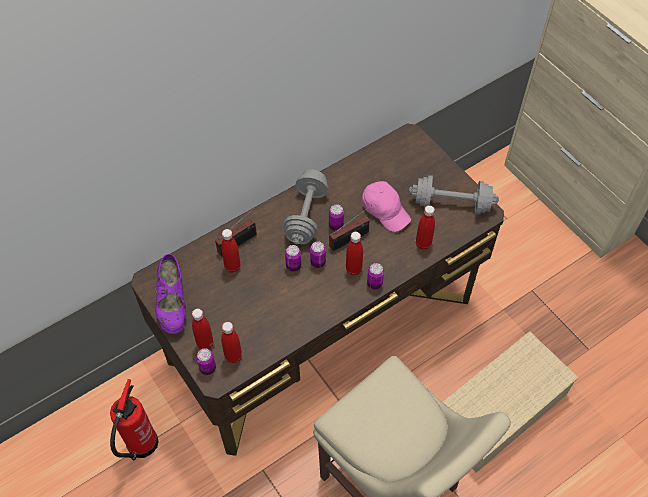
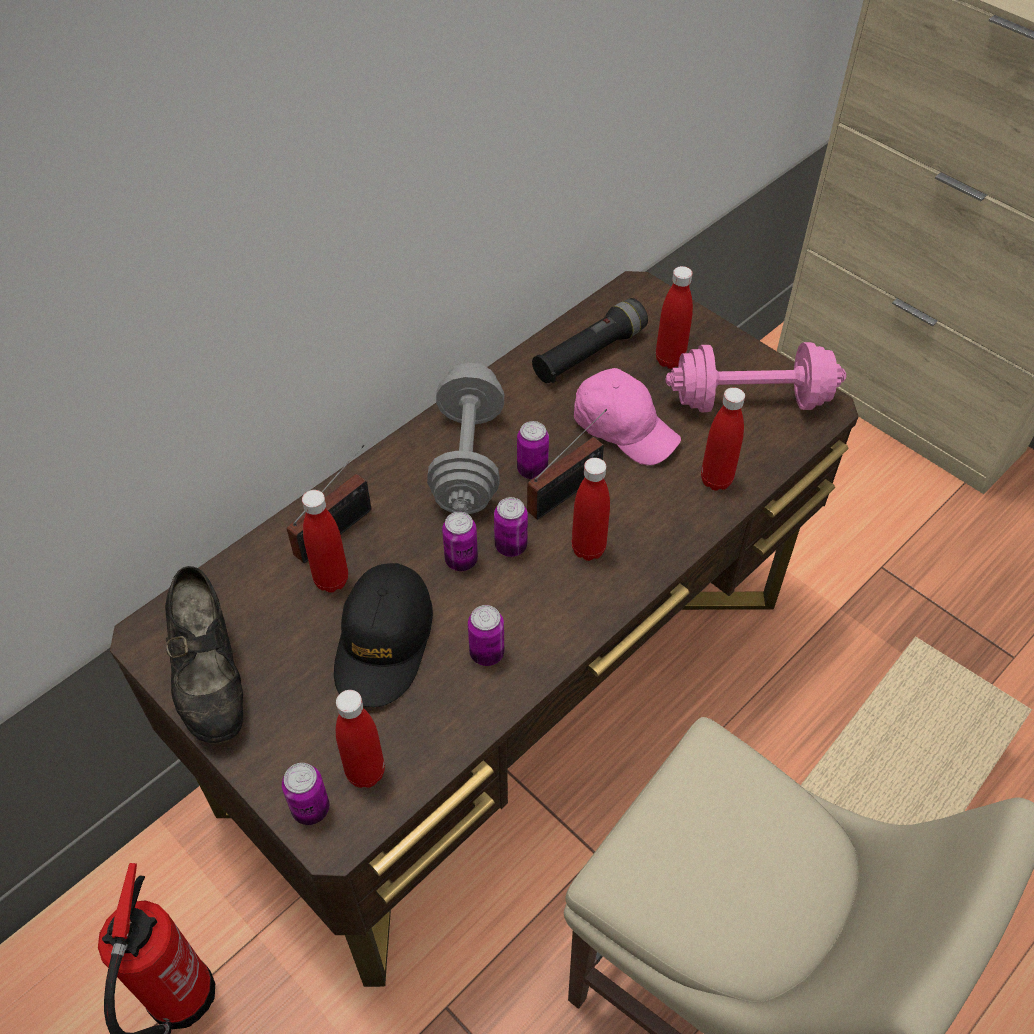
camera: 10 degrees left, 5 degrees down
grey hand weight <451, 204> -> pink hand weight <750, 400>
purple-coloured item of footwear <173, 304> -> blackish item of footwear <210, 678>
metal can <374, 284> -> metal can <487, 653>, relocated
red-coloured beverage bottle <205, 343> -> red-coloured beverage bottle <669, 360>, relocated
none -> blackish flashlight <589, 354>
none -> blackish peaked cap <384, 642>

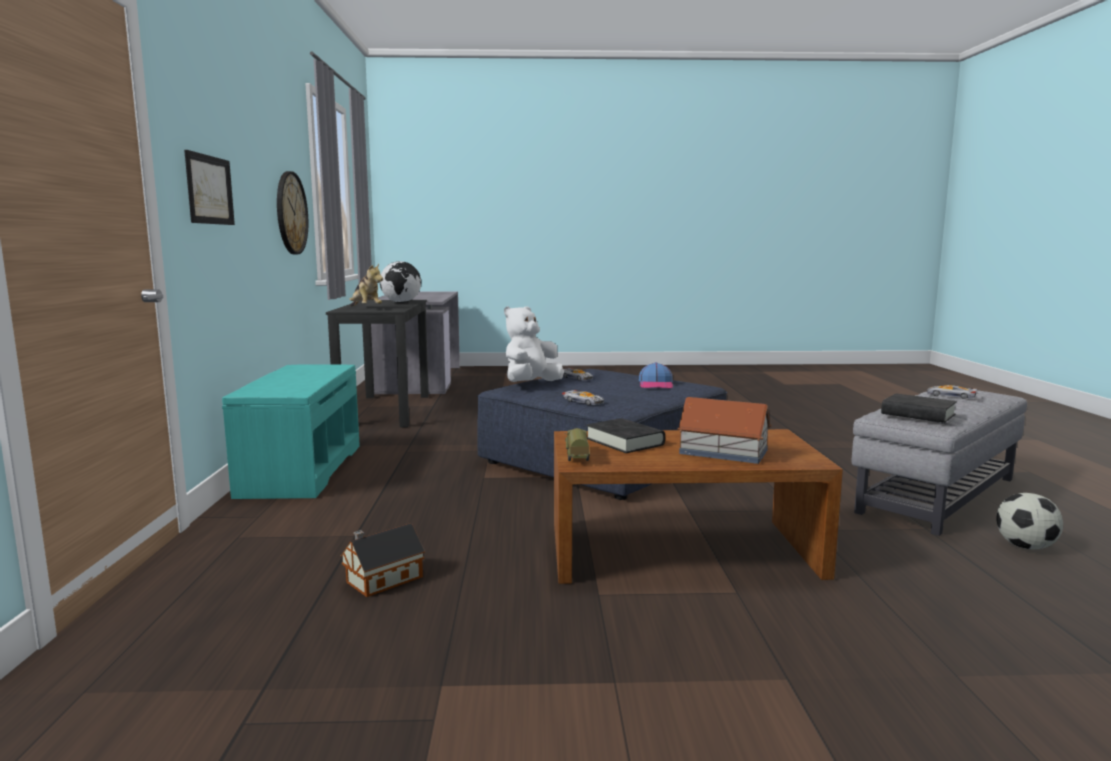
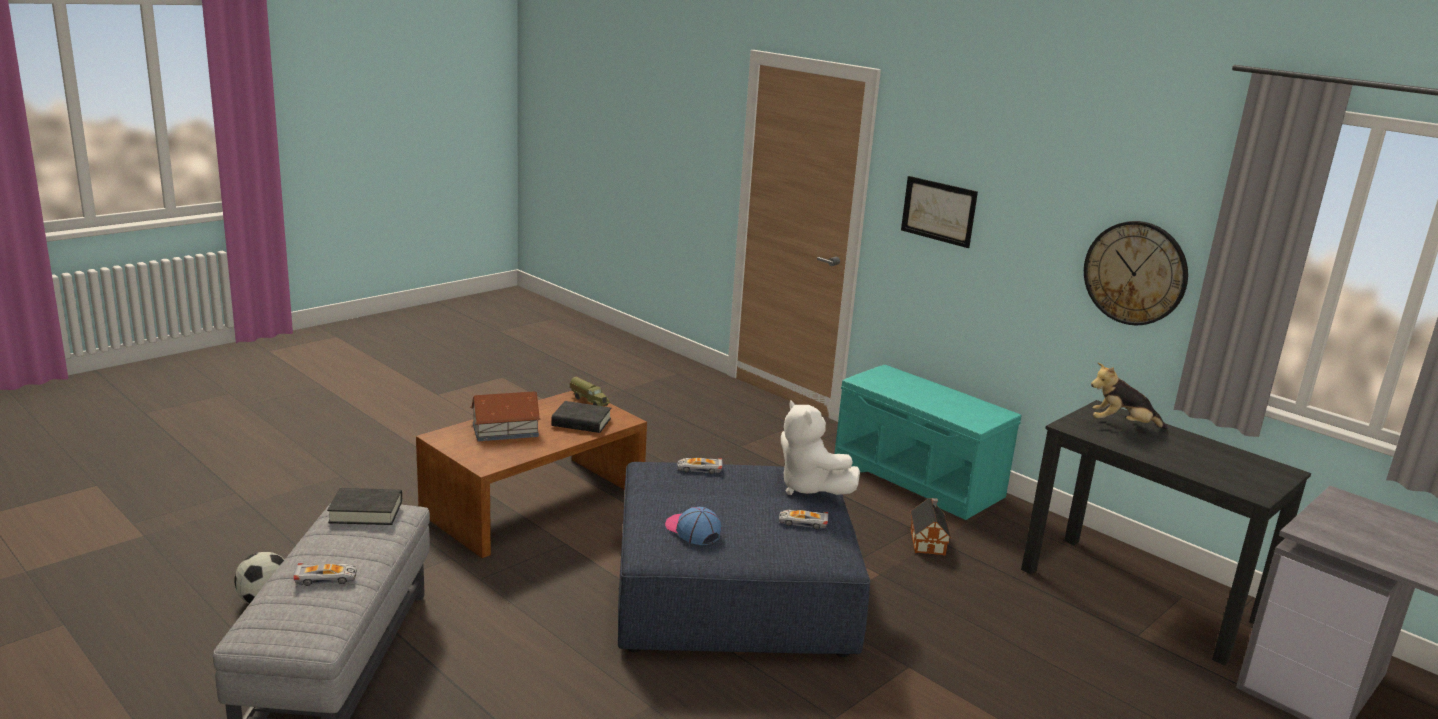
camera: 135 degrees right, 10 degrees up
world globe <401, 302> -> none
white soft toy <531, 384> -> white soft toy <809, 488>, 150 degrees clockwise
miniature house <381, 580> -> miniature house <928, 541>, relocated

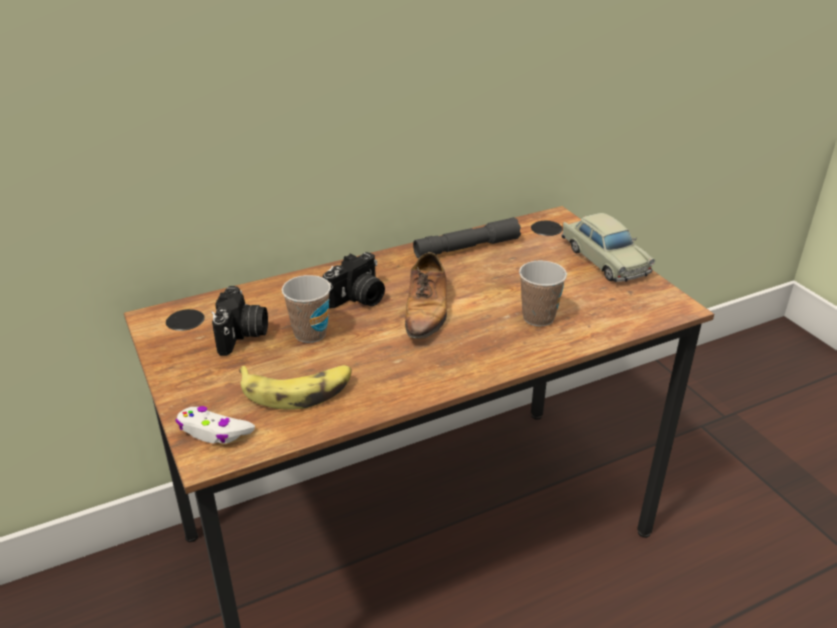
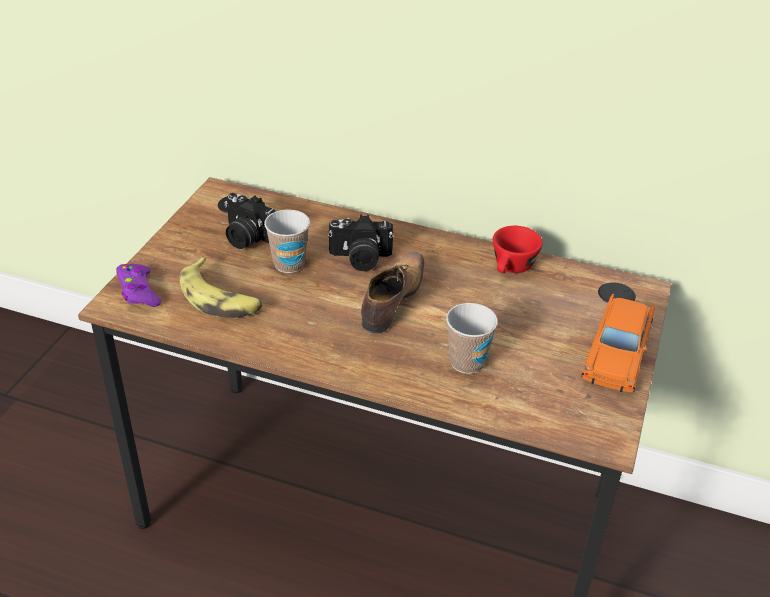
camera: 45 degrees right, 5 degrees up
sand-coloured miniature car <604, 259> -> orange miniature car <617, 353>
grey flashlight <466, 248> -> red-coloured cup <511, 269>
item of footwear <426, 311> -> item of footwear <392, 300>, 150 degrees clockwise
photo camera <242, 335> -> photo camera <247, 238>, 75 degrees clockwise
white joypad <214, 432> -> purple-coloured joypad <138, 291>

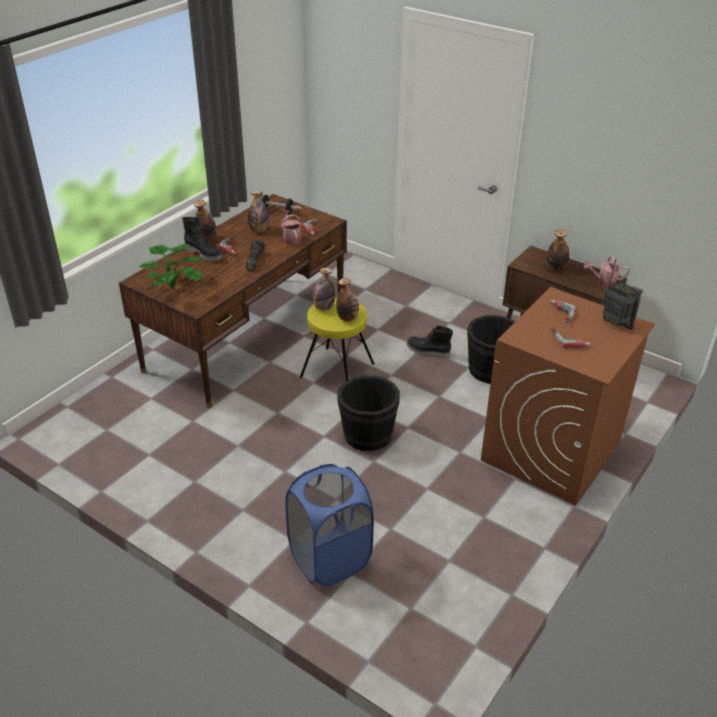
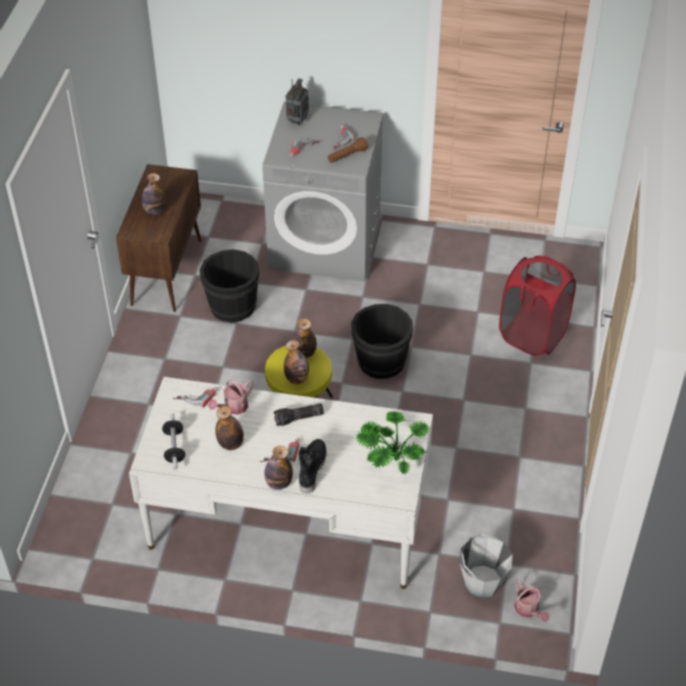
camera: 115 degrees left, 10 degrees up
brownish desk table <246, 337> -> white desk table <287, 522>
watering pot <604, 282> -> watering pot <528, 610>, relocated
brownish washing machine <551, 452> -> grey washing machine <326, 243>
blackish high-top boot <427, 352> -> none
bluish hamper <330, 559> -> red-coloured hamper <532, 335>
none -> brownish flashlight <347, 156>
none -> grey pail <482, 581>

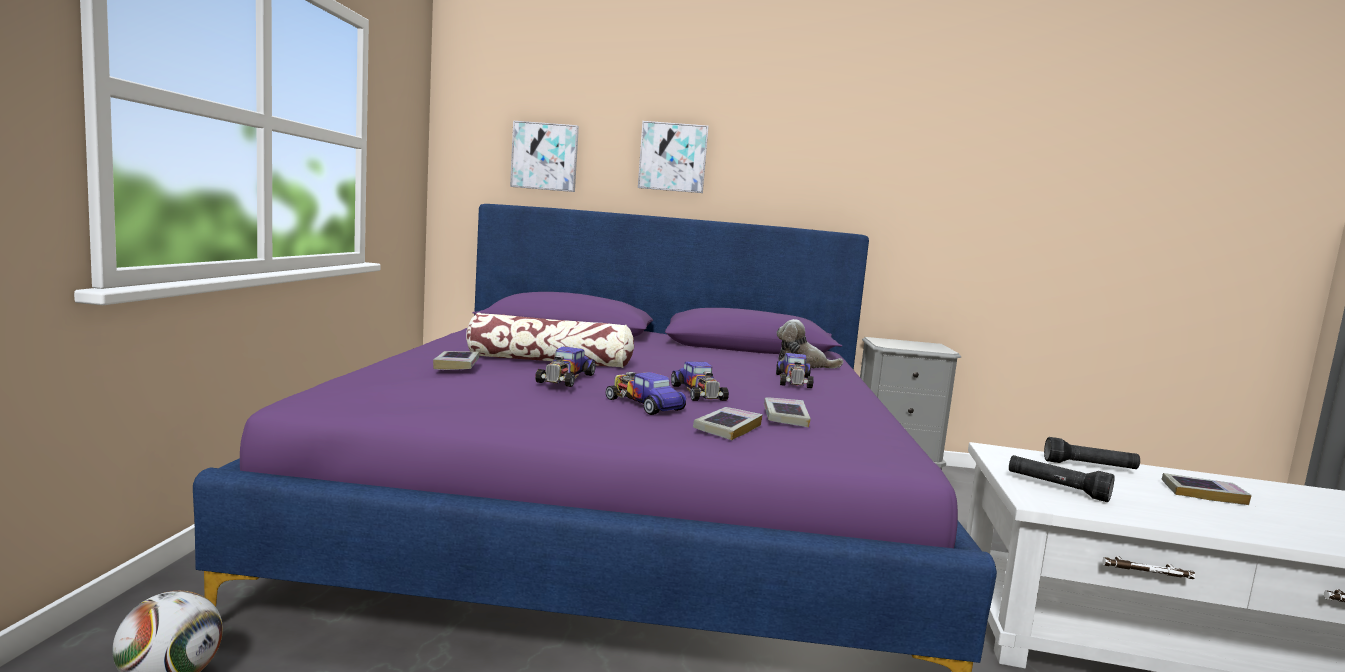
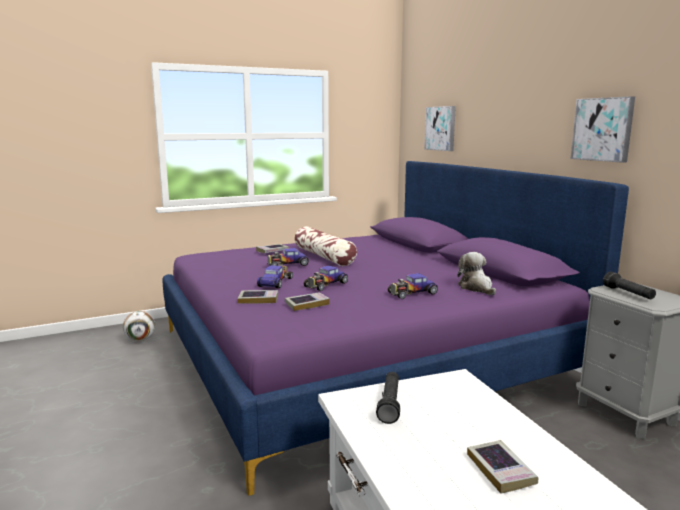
camera: 60 degrees right, 5 degrees up
wall picture <673, 157> -> wall picture <603, 129>, relocated
blackish flashlight <1089, 467> -> blackish flashlight <628, 294>, relocated

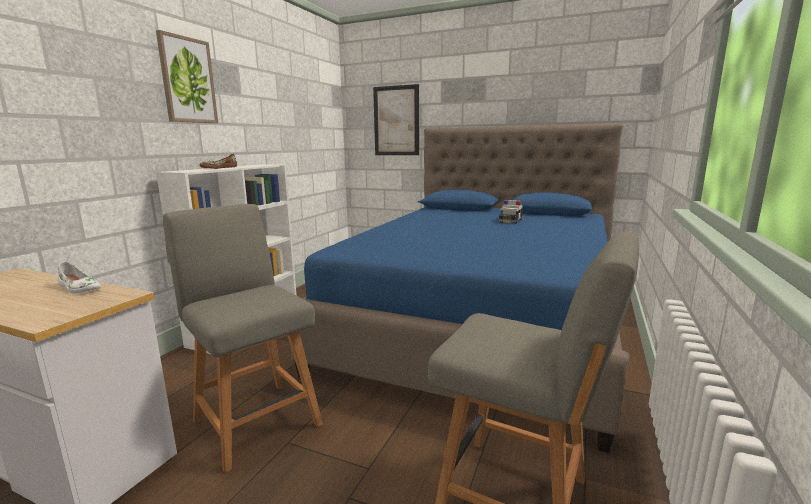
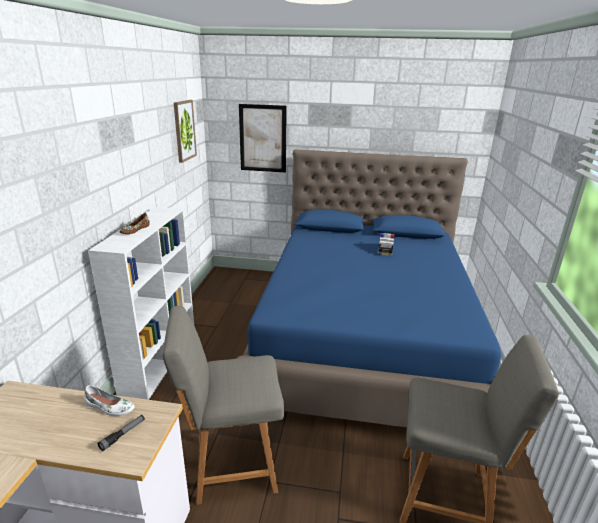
camera: 15 degrees left, 10 degrees up
wall picture <187, 80> -> wall picture <184, 130>, relocated
grey chair <255, 420> -> grey chair <231, 465>, 45 degrees counterclockwise
none -> flashlight <123, 435>

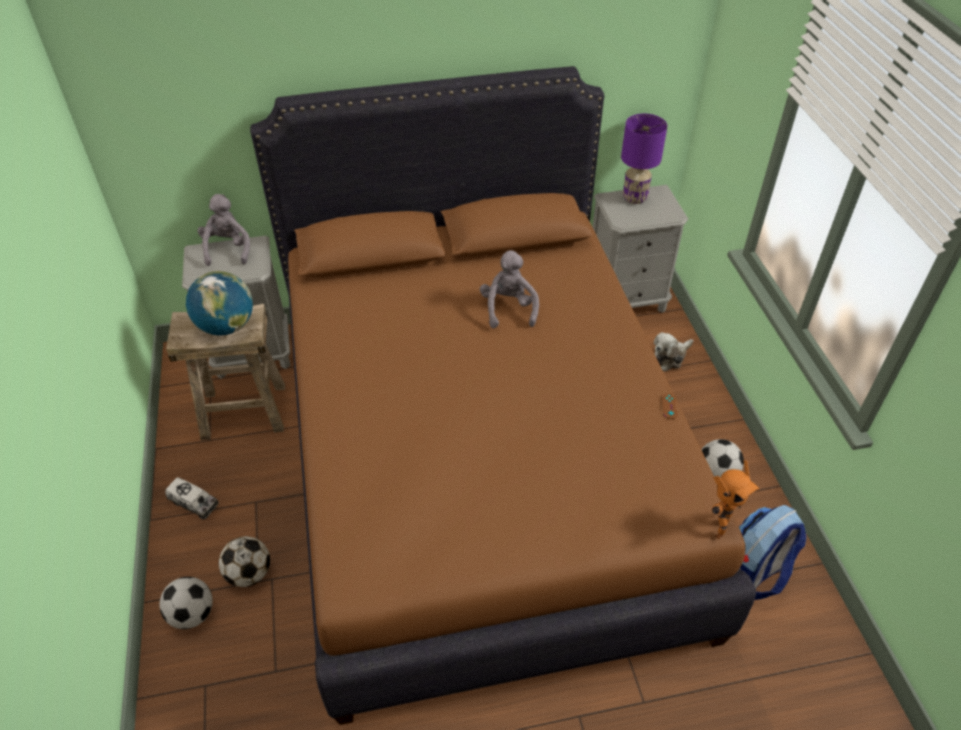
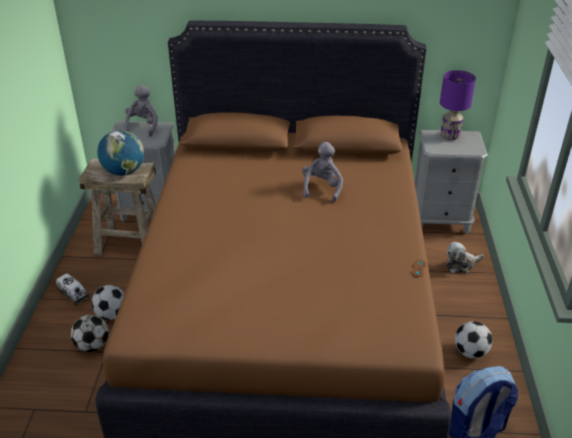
camera: 15 degrees right, 10 degrees down
robot figure <717, 527> -> none
football ball <193, 614> -> football ball <111, 315>, relocated

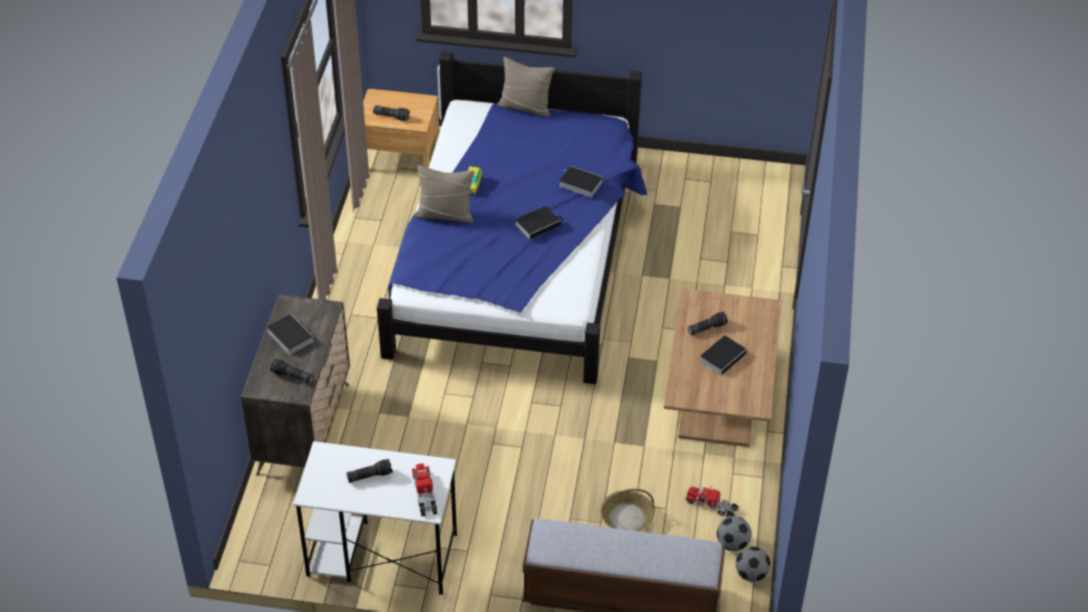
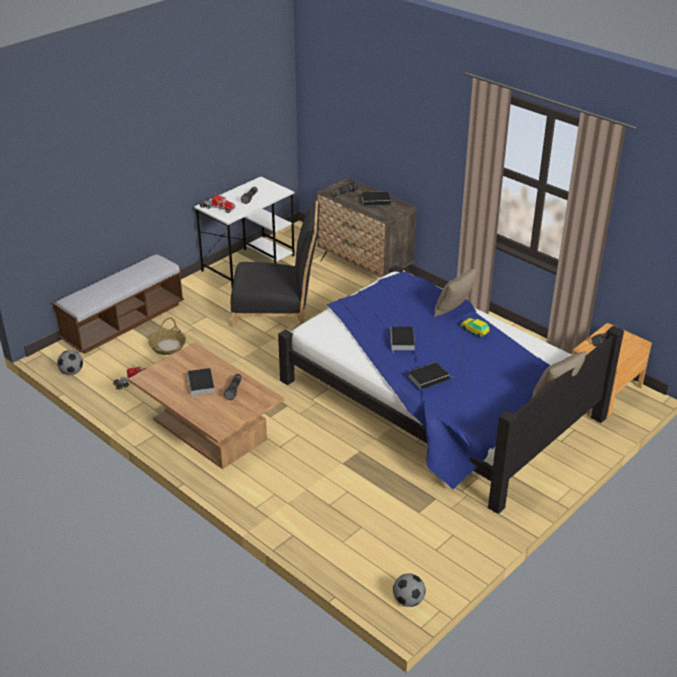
camera: 125 degrees right, 10 degrees down
football ball <732, 544> -> football ball <408, 600>, relocated
none -> blackish chair <277, 310>

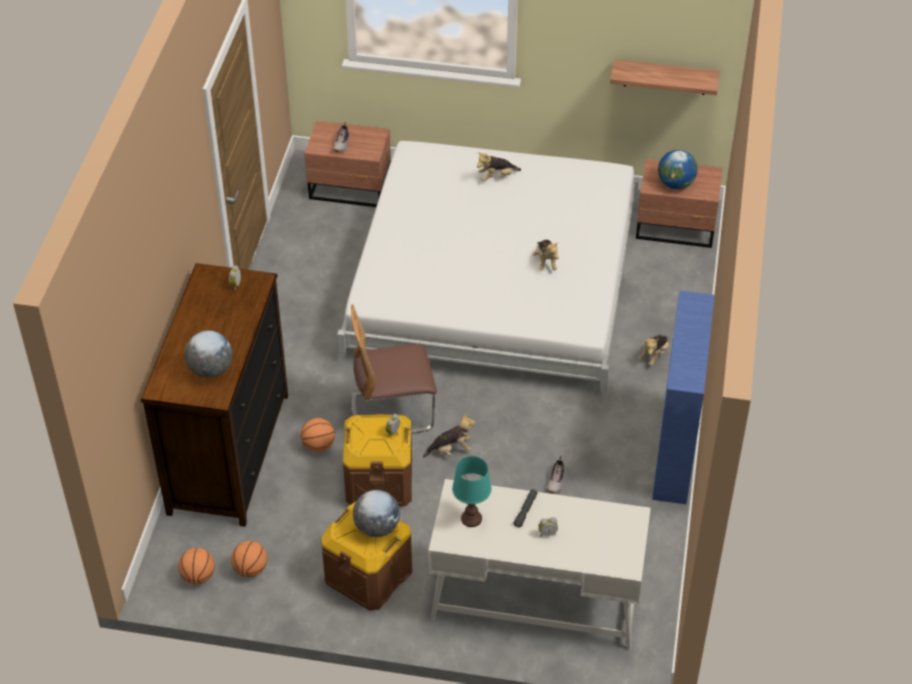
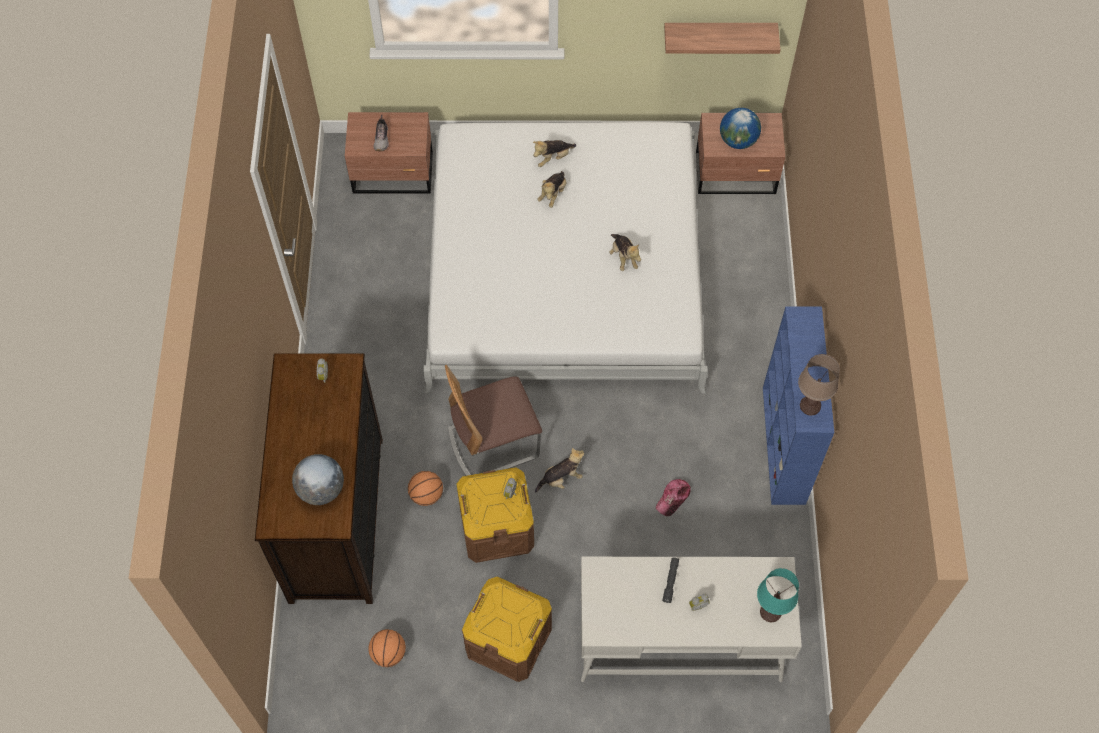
camera: 10 degrees left, 15 degrees up
soft toy <654, 355> -> soft toy <553, 194>, relocated
turquoise-coloured table lamp <471, 519> -> turquoise-coloured table lamp <771, 612>, relocated
item of footwear <556, 481> -> peaked cap <673, 498>
world globe <377, 527> -> none
basketball <198, 576> -> none
none -> brownish table lamp <810, 406>

